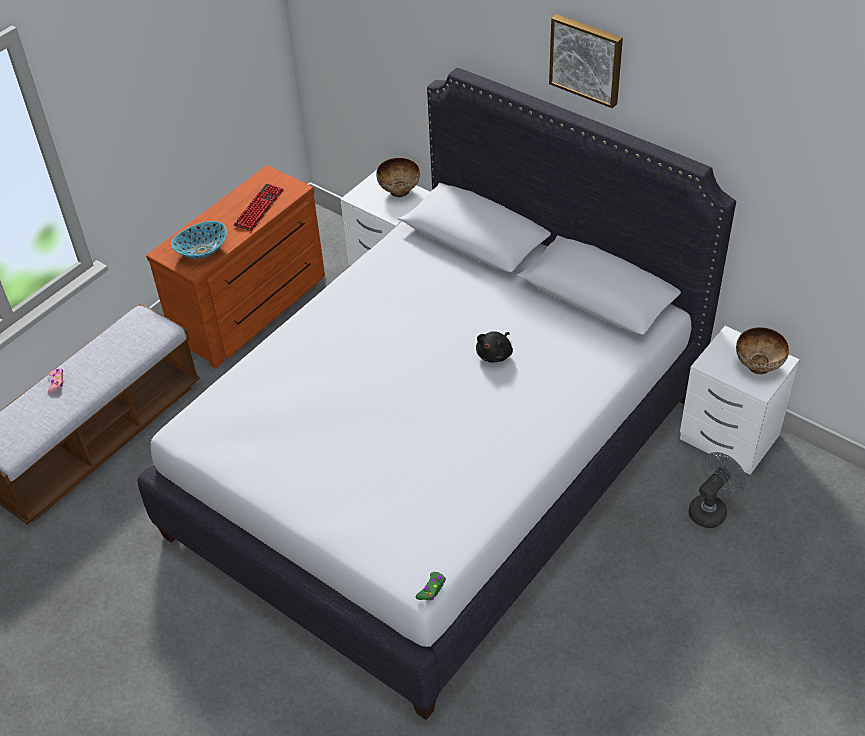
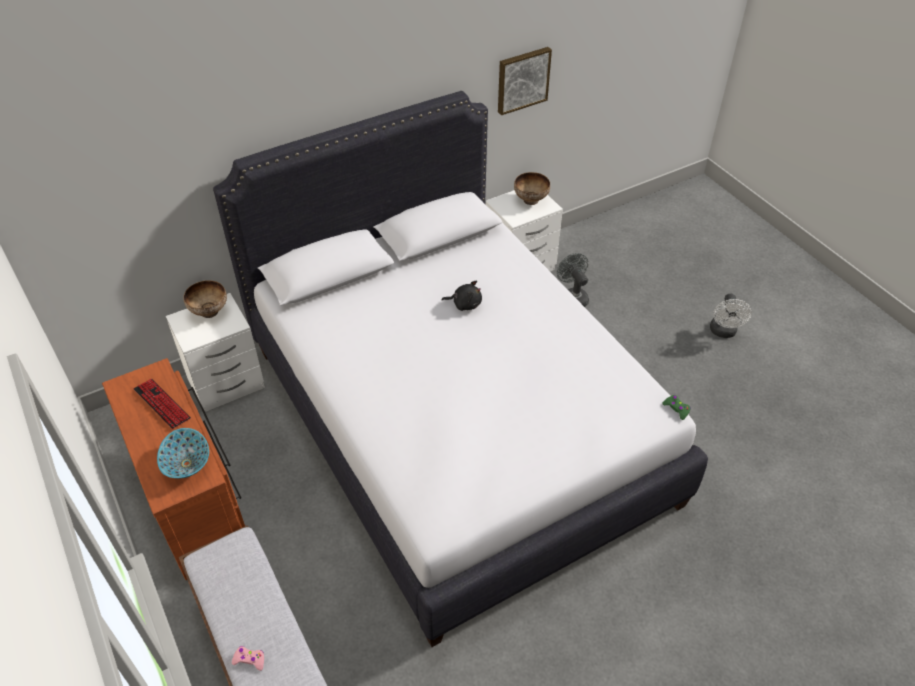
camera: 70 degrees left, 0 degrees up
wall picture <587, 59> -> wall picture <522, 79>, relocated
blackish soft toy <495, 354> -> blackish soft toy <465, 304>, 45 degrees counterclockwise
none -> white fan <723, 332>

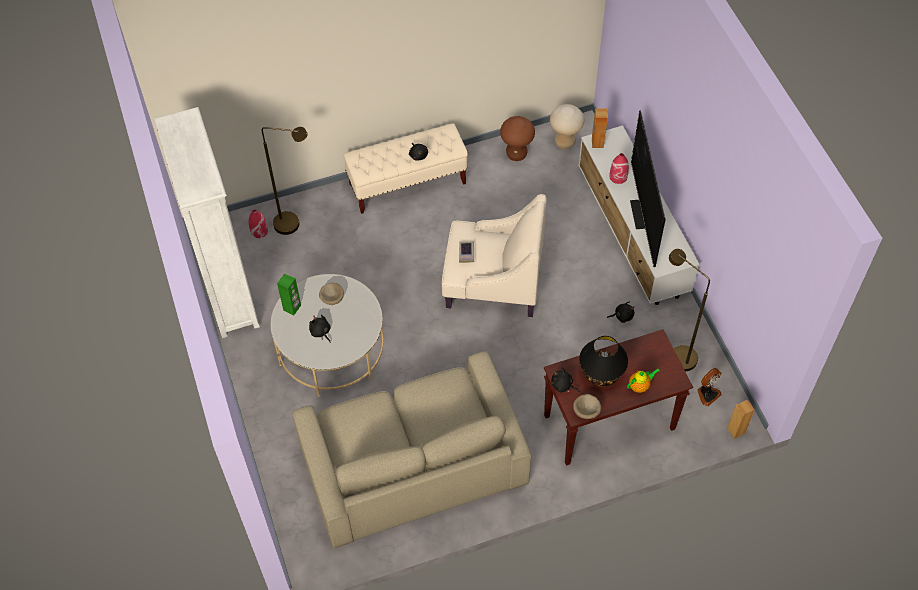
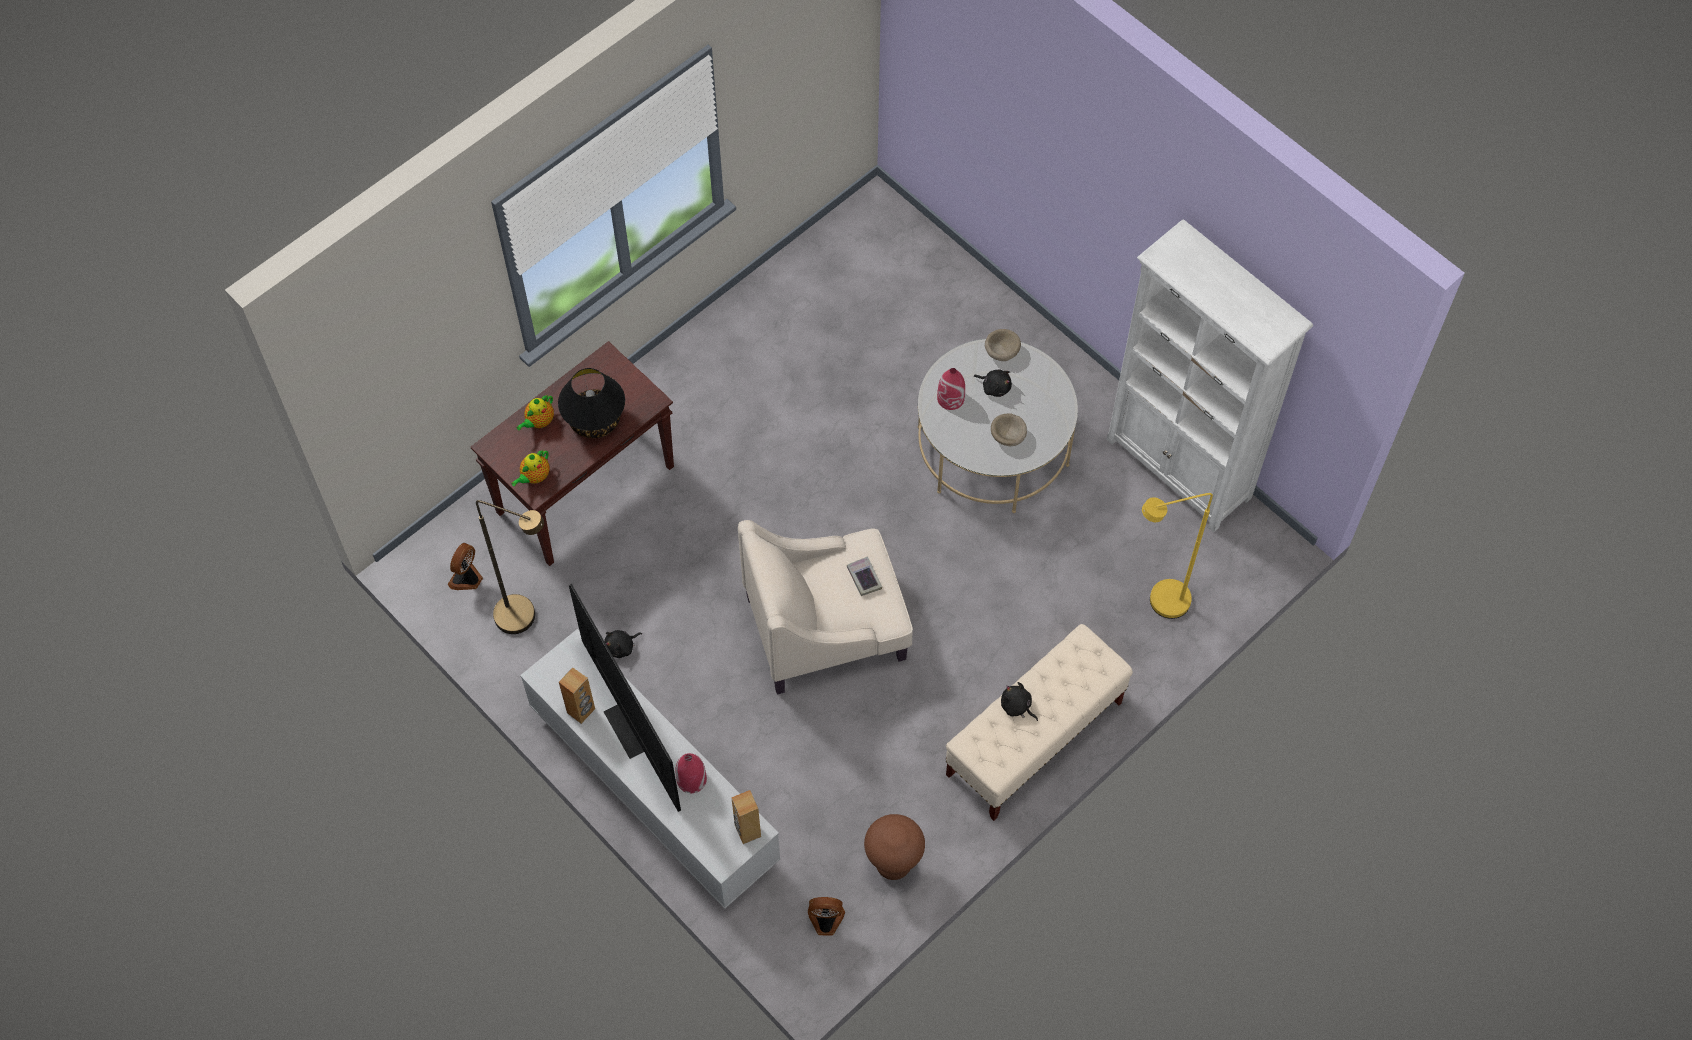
camera: 155 degrees right, 5 degrees up
sand-coloured sitting stool <564, 142> -> fan <825, 920>
brownish standard lamp <294, 224> -> yellow-coloured standard lamp <1159, 604>
red-coloured flower vase <259, 231> -> red-coloured flower vase <951, 398>, relocated
green-coloured audio speaker <292, 308> -> none
sand-coloured sofa <412, 462> -> none
blackish soft toy <563, 385> -> none
sand-coloured deep dish <587, 411> -> sand-coloured deep dish <1001, 351>, relocated
brownish audio speaker <736, 430> -> brownish audio speaker <581, 711>, relocated
none -> teapot <534, 477>

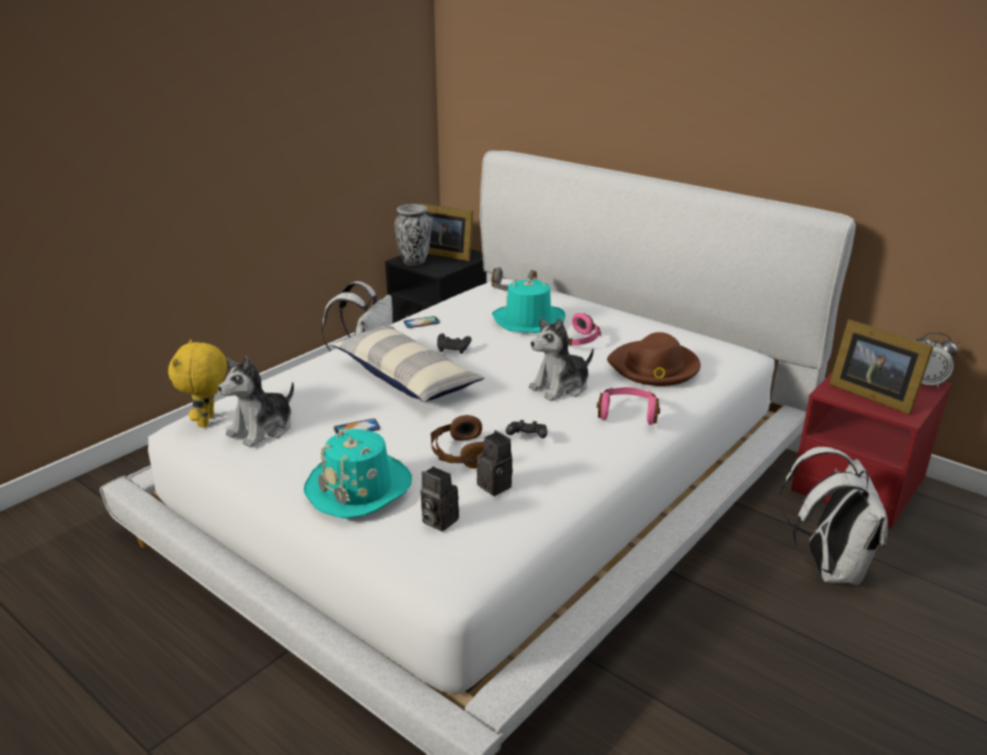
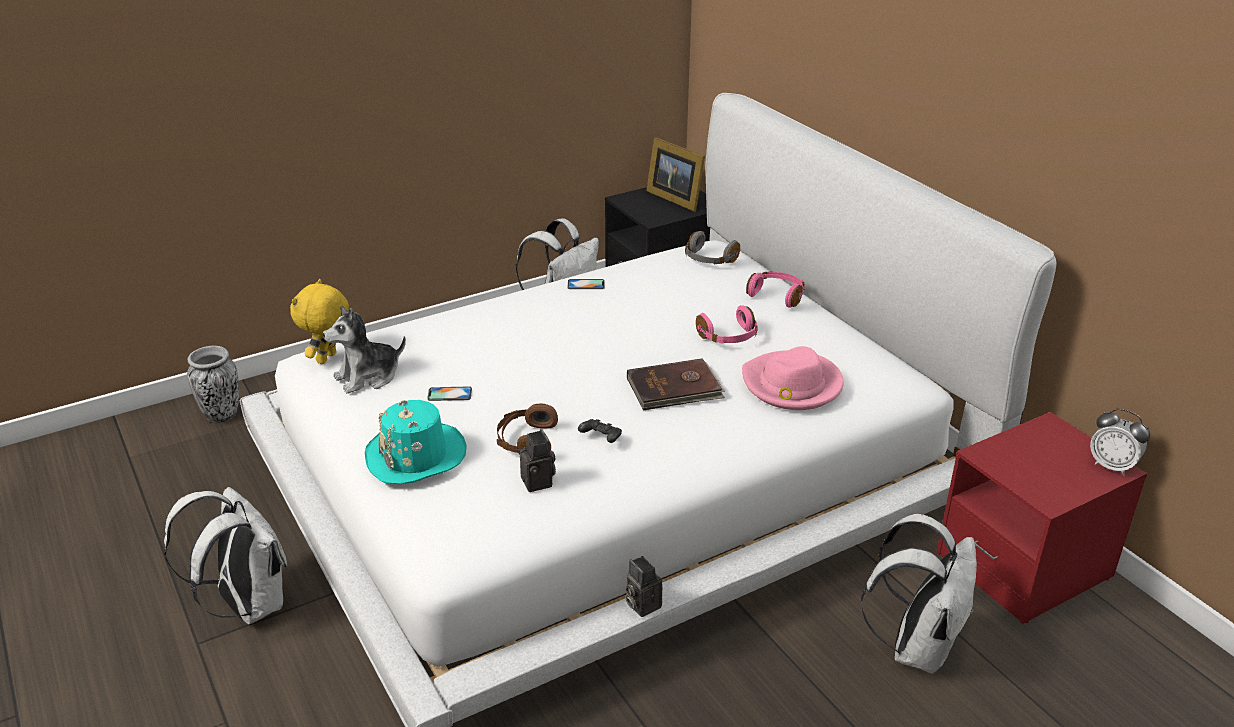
camera: 20 degrees right, 5 degrees up
flower vase <414, 262> -> flower vase <221, 415>, relocated
turquoise-coloured hat <528, 320> -> none
soft toy <561, 387> -> brownish book <675, 389>
picture frame <871, 394> -> none
pillow <406, 377> -> none
brownish hat <654, 367> -> pink hat <792, 385>
blackish joypad <453, 350> -> none
pink headphones <627, 413> -> pink headphones <777, 295>, relocated
photo camera <437, 521> -> photo camera <641, 604>, relocated
none -> white knapsack <247, 604>

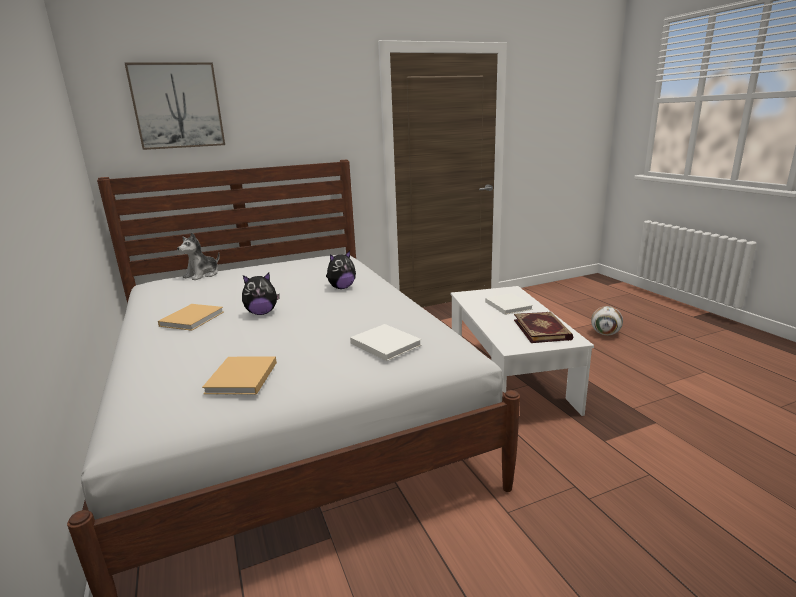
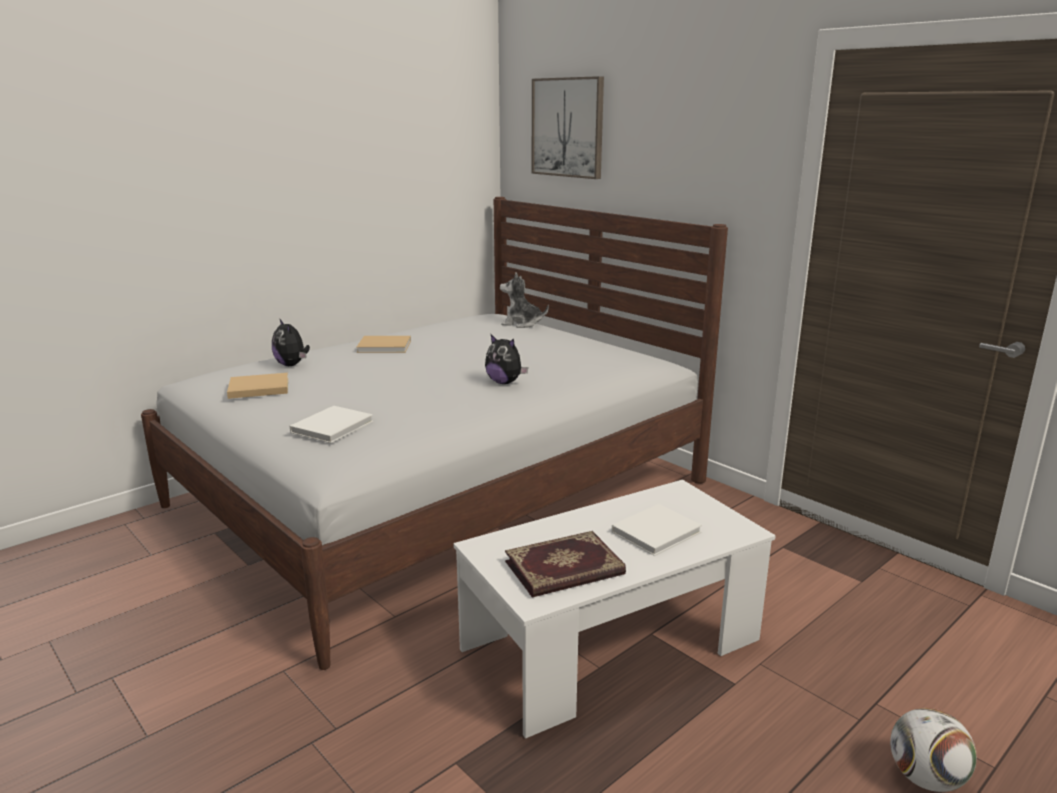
camera: 70 degrees right, 0 degrees up
soft toy <262, 313> -> soft toy <292, 365>, relocated

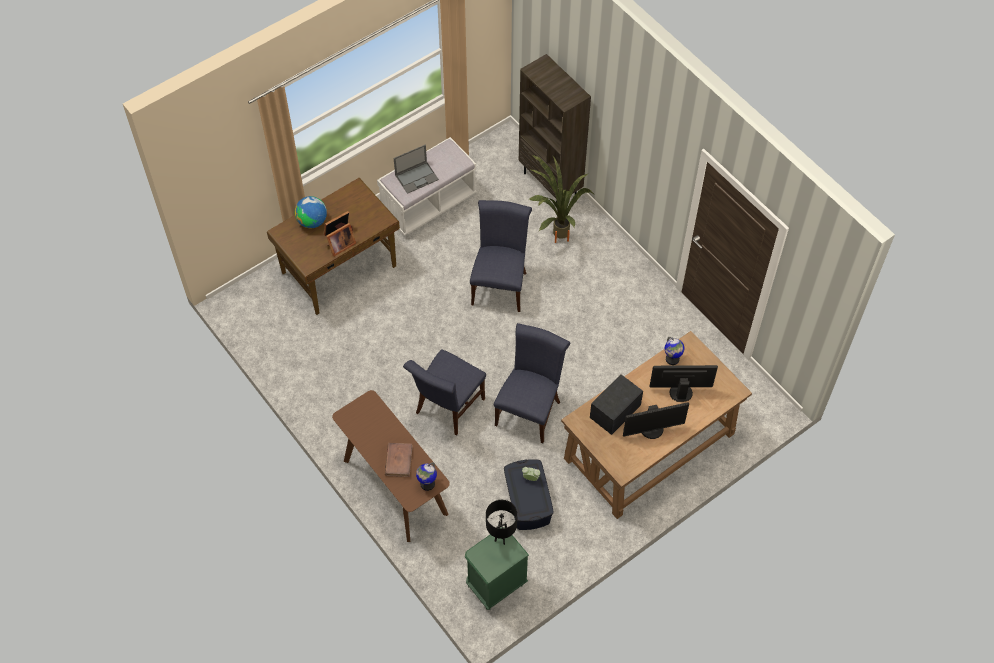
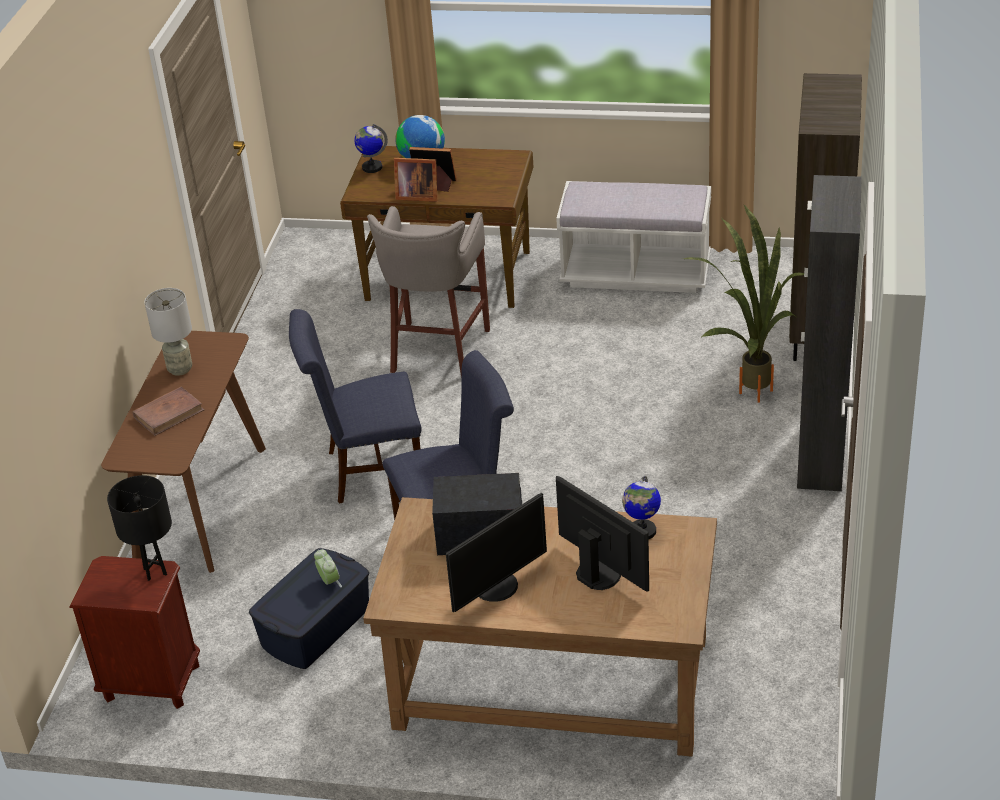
camera: 50 degrees right, 20 degrees down
portable computer <417, 177> -> none
bluish chair <500, 285> -> none
computer display <652, 429> -> computer display <497, 587>, 75 degrees counterclockwise
world globe <427, 484> -> world globe <372, 167>, relocated
green-coloured bedside table <495, 585> -> brownish bedside table <151, 682>
none -> blackish cabinet <820, 458>
none -> grey sitting stool <437, 352>
none -> grey table lamp <180, 369>

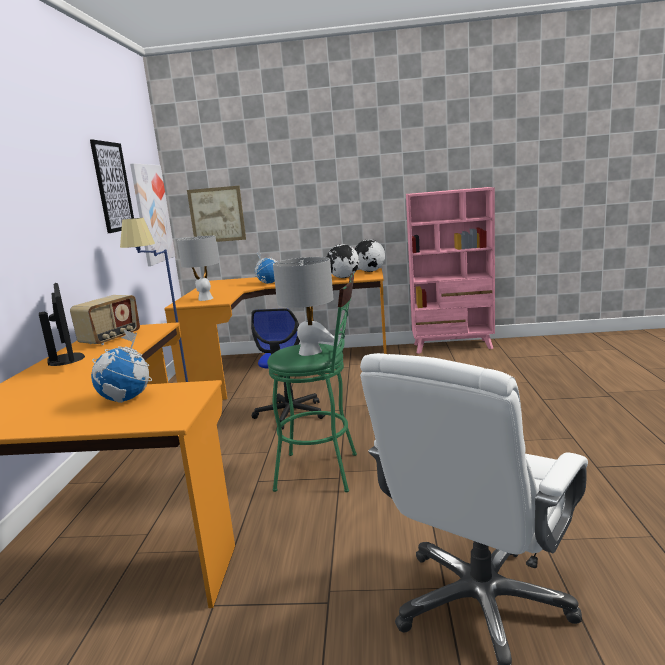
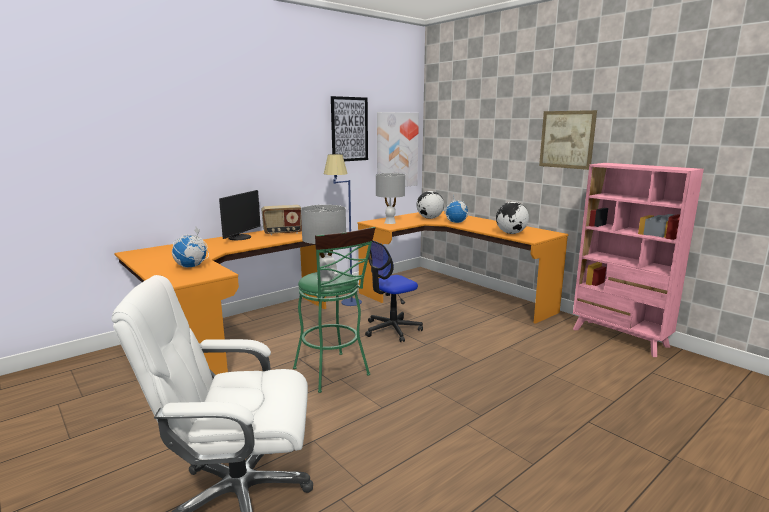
camera: 45 degrees right, 0 degrees up
wall picture <217, 214> -> wall picture <567, 139>, relocated
world globe <370, 271> -> world globe <429, 218>, relocated

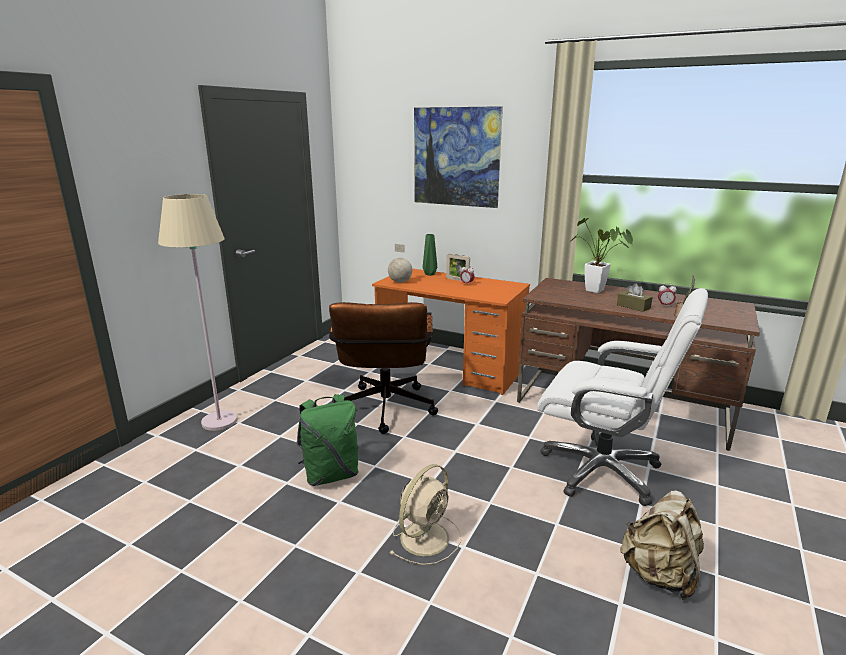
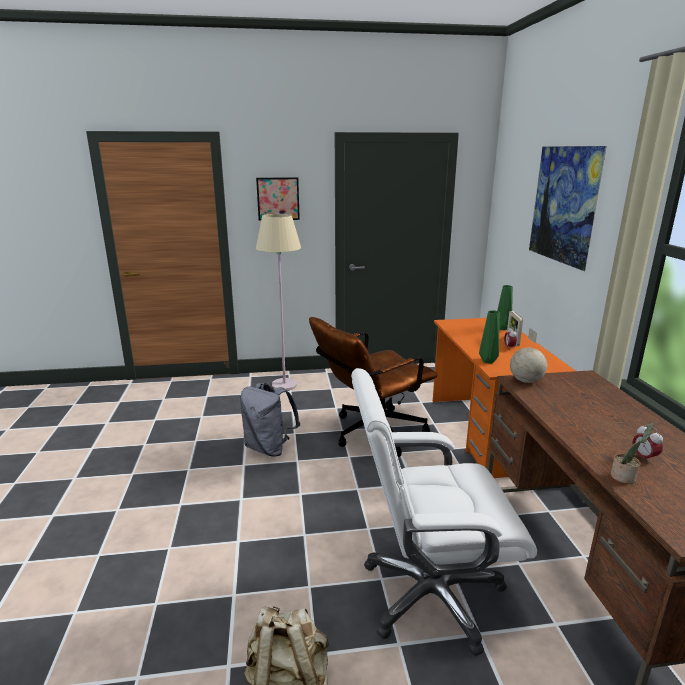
camera: 55 degrees right, 0 degrees up
potted plant <598, 291> -> none
world globe <400, 282> -> world globe <525, 381>, relocated
brownish box of tissues <633, 306> -> none
white office chair <602, 470> -> white office chair <430, 594>, 90 degrees clockwise
green-coloured knapsack <331, 474> -> grey knapsack <269, 448>
sand-coloured fan <426, 537> -> none
none -> wall picture <278, 199>
none -> green-coloured flower vase <488, 361>

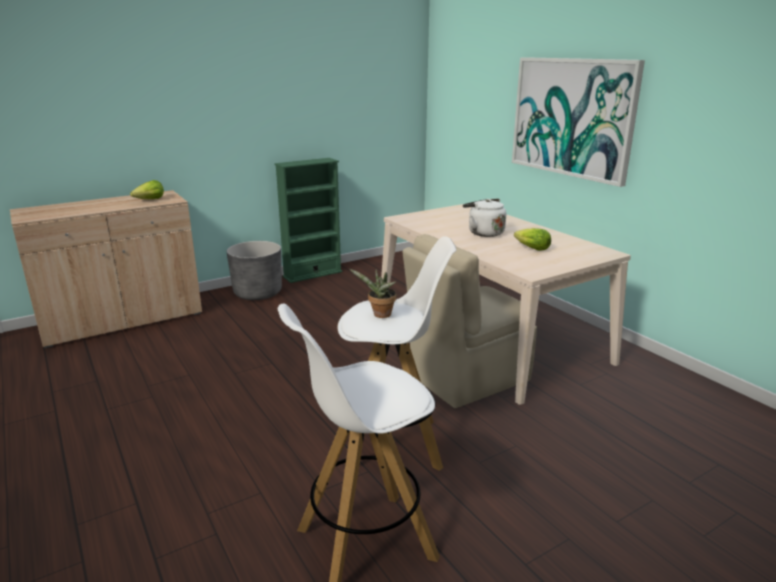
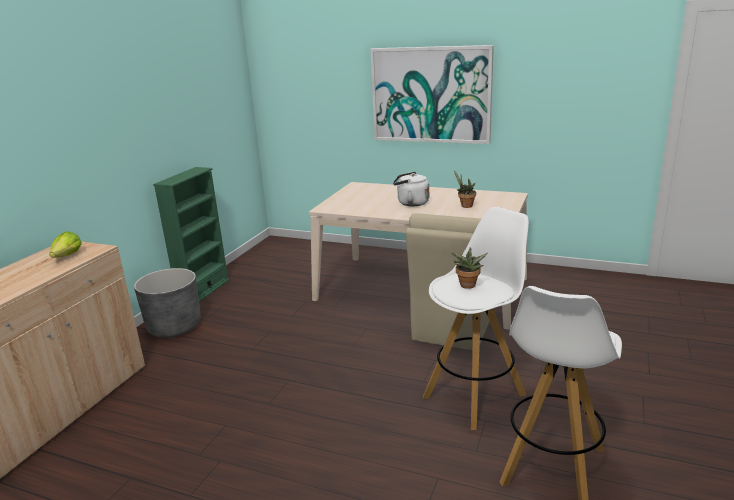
camera: 35 degrees left, 0 degrees up
head of lettuce <531, 248> -> potted plant <465, 206>

